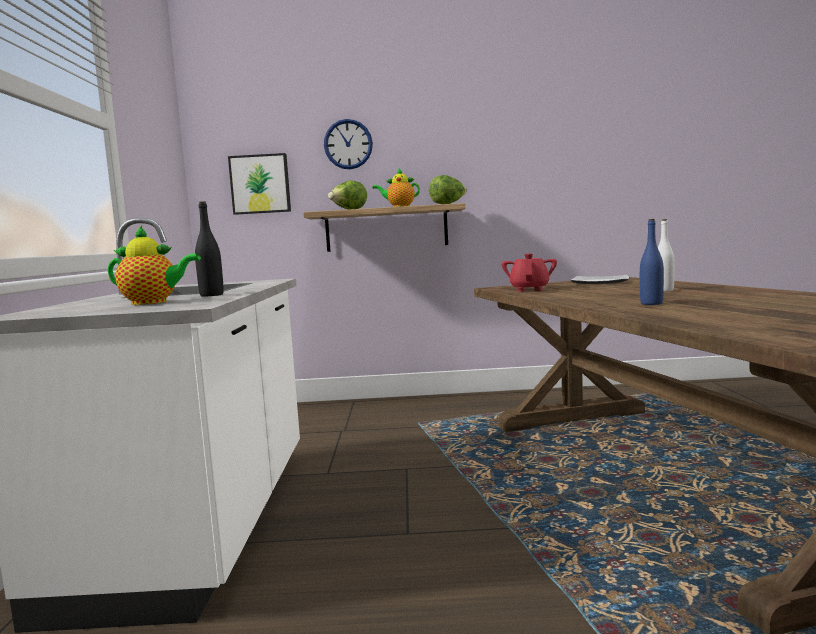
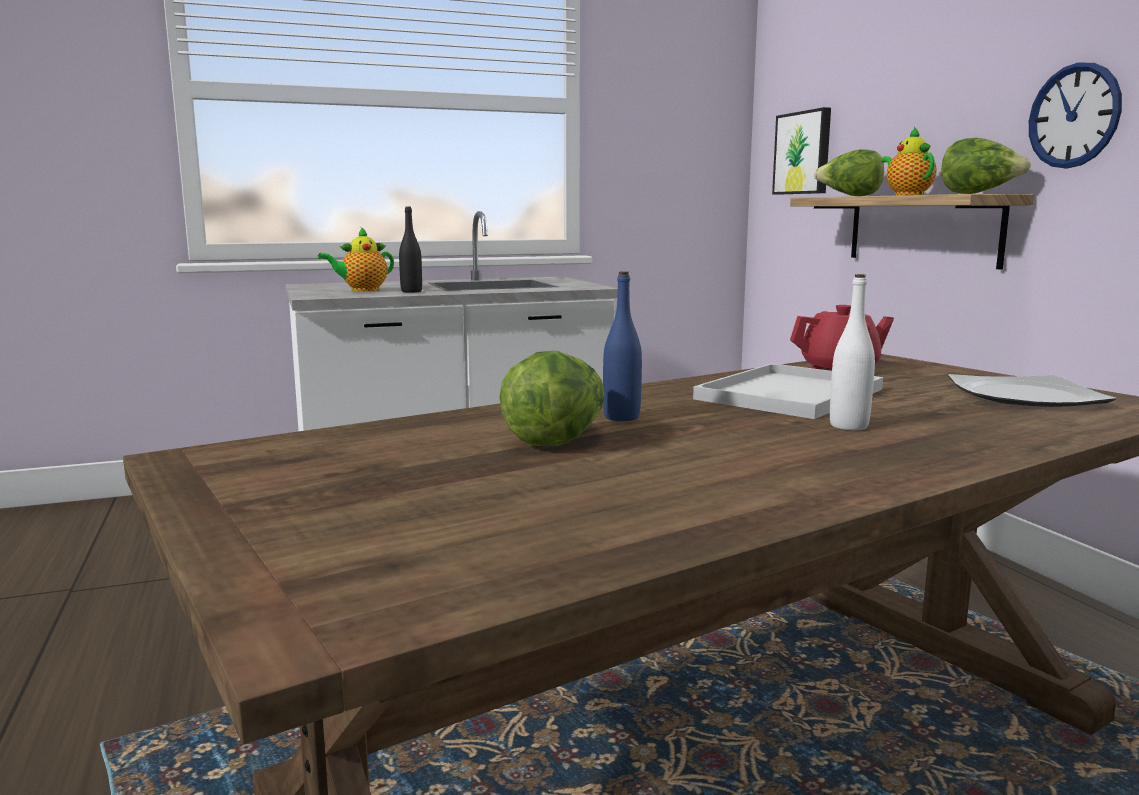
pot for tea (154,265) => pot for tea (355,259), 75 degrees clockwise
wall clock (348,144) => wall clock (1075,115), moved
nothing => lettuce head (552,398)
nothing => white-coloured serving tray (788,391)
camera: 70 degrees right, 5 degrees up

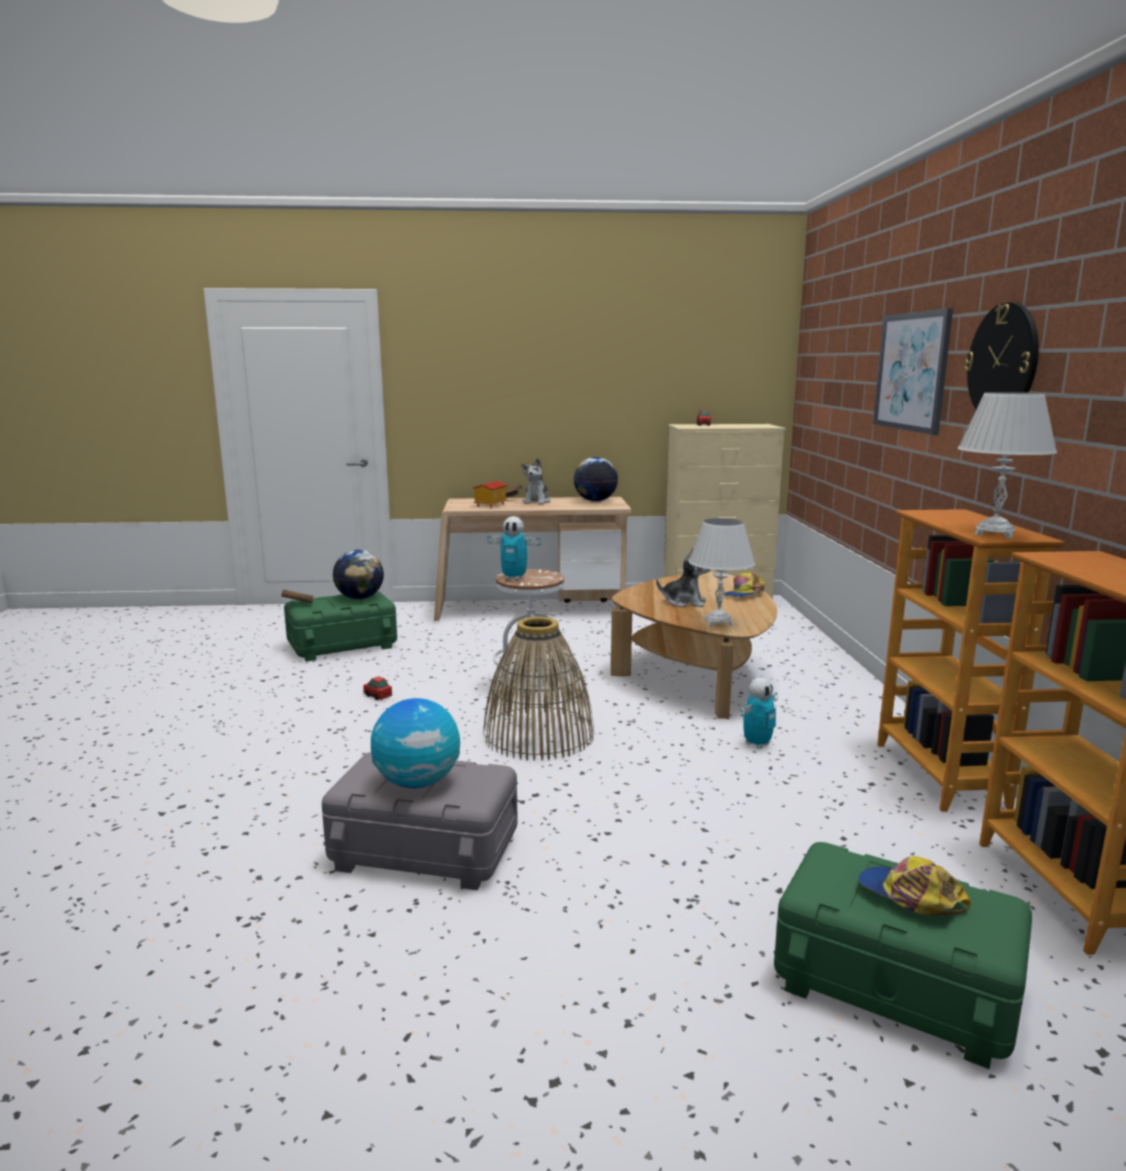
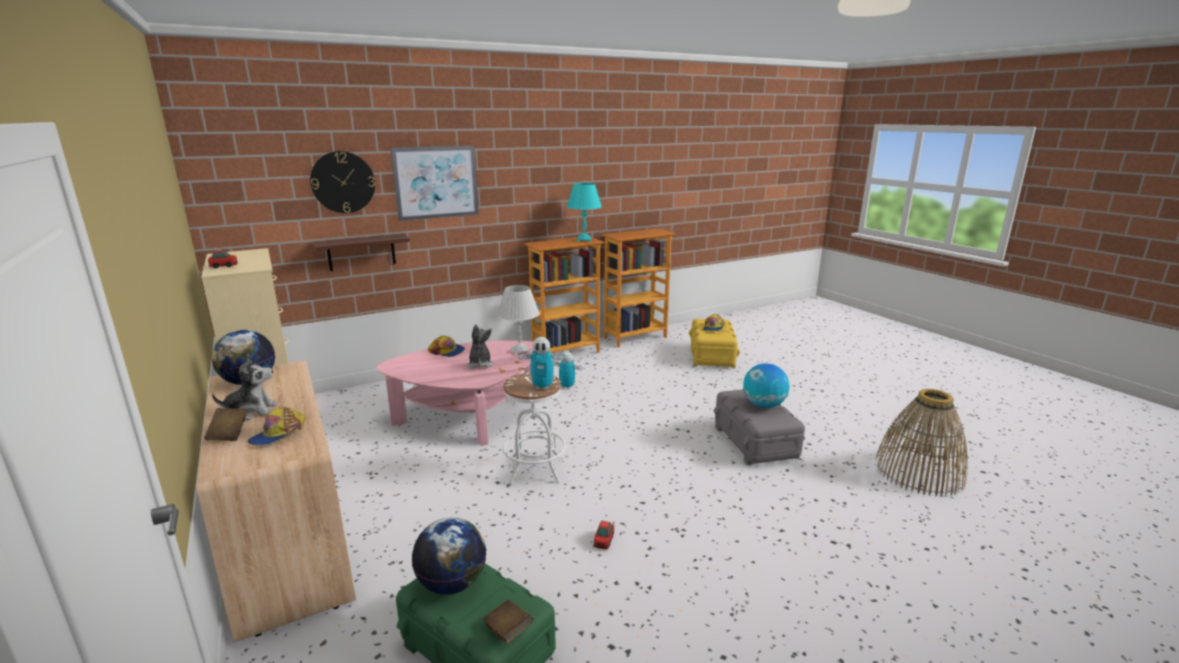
toy house (490,494) => baseball cap (277,425)
basket (538,689) => basket (921,443), moved
robot figure (513,548) => robot figure (542,363), 105 degrees clockwise
brown lounge table (694,645) => pinkish lounge table (455,393)
green-coloured storage container (903,955) => yellow-coloured storage container (714,343)
white-coloured lamp for a table (1007,465) => turquoise-coloured lamp for a table (584,212)
wall clock (1001,355) => wall clock (342,182), moved
nothing => shelf (361,252)
camera: 115 degrees left, 5 degrees up

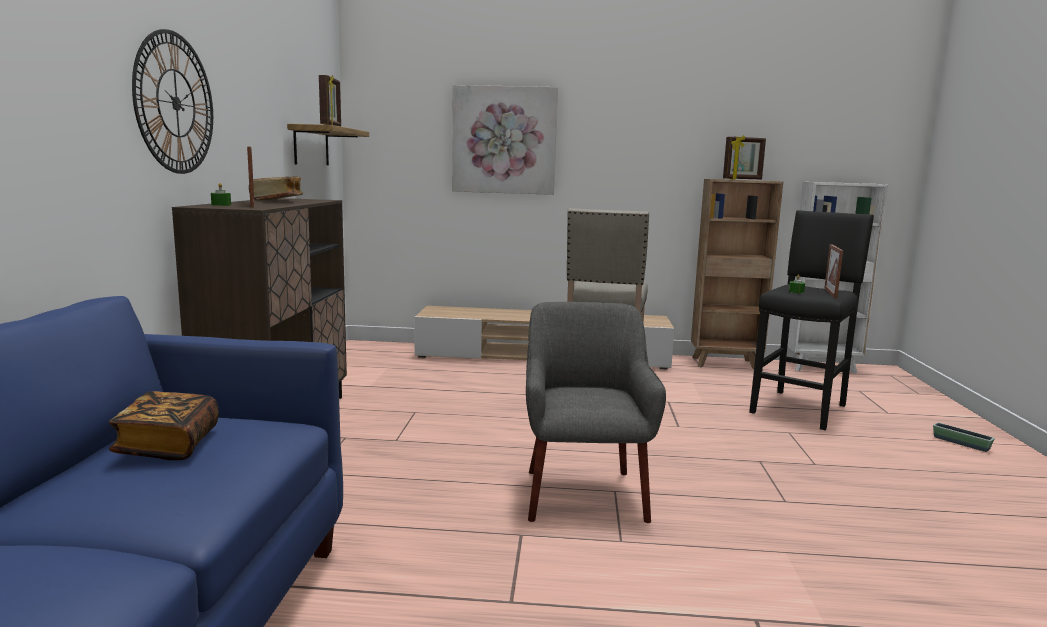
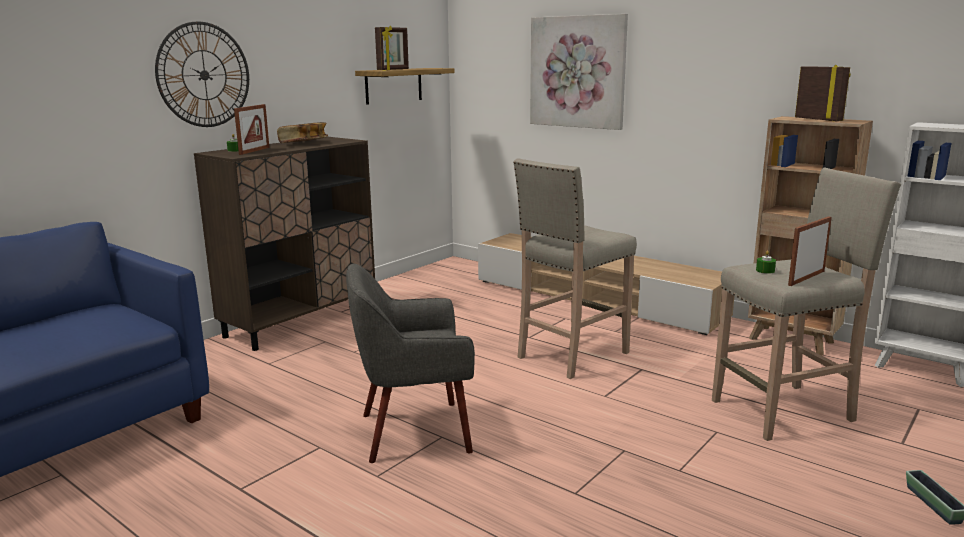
book (164,425) => nothing
grey armchair (596,412) => grey armchair (410,363), 135 degrees counterclockwise
photo frame (744,157) => photo frame (822,93), 135 degrees counterclockwise
black-coloured stool (811,320) => beige-coloured stool (806,304)
camera: 35 degrees right, 5 degrees up

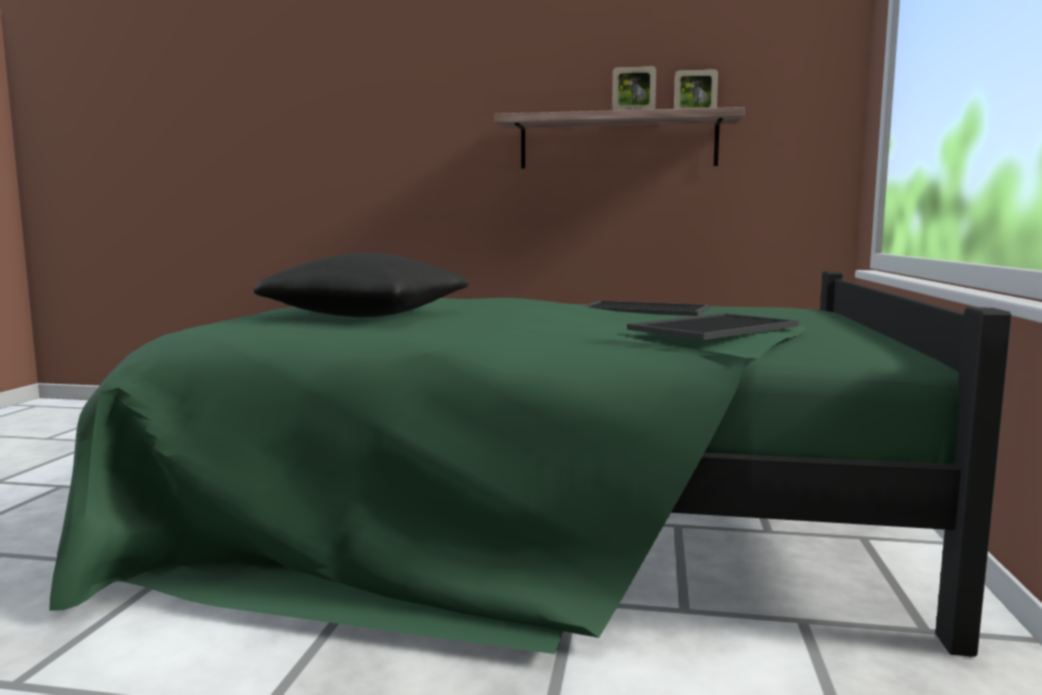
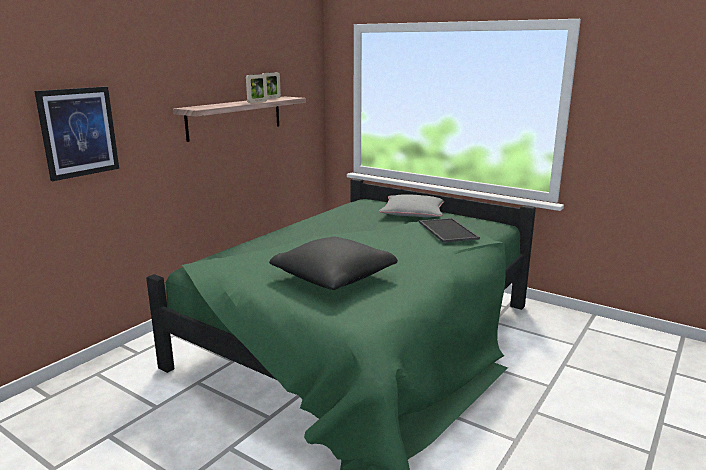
serving tray (646,308) => nothing
nothing => picture (76,133)
nothing => grey throw pillow (411,205)
camera: 65 degrees left, 10 degrees up

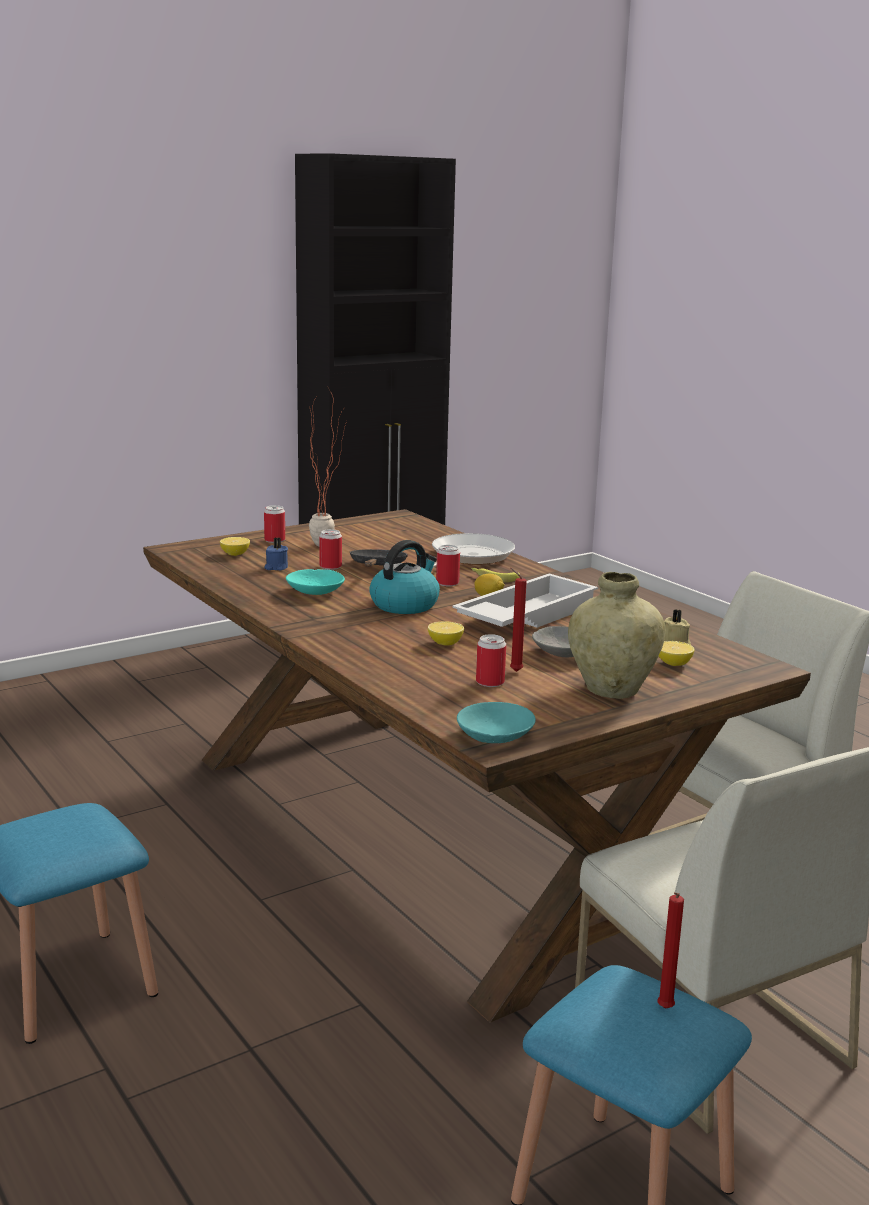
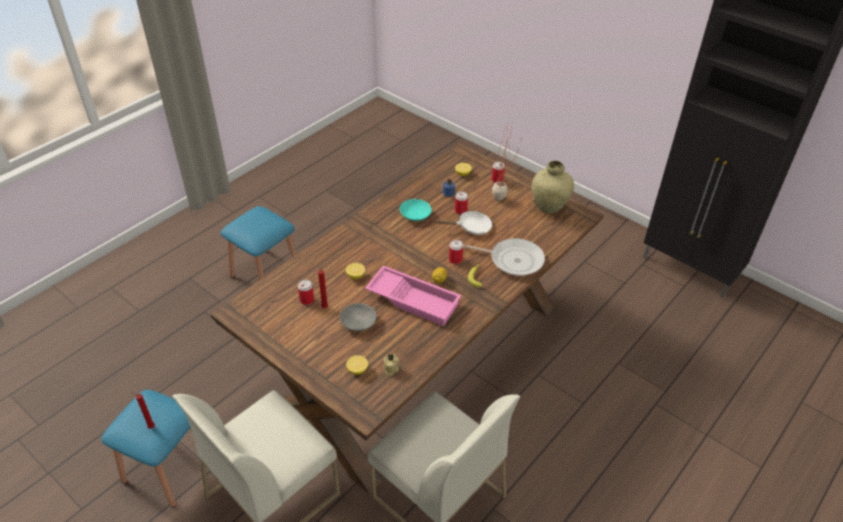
black-coloured frying pan (379,558) => white-coloured frying pan (463,223)
kettle (404,577) => nothing
white-coloured serving tray (525,601) => pinkish serving tray (413,296)
turquoise-coloured deep dish (496,722) => nothing
beige-coloured flower vase (616,635) => beige-coloured flower vase (552,187), moved
camera: 75 degrees right, 25 degrees up

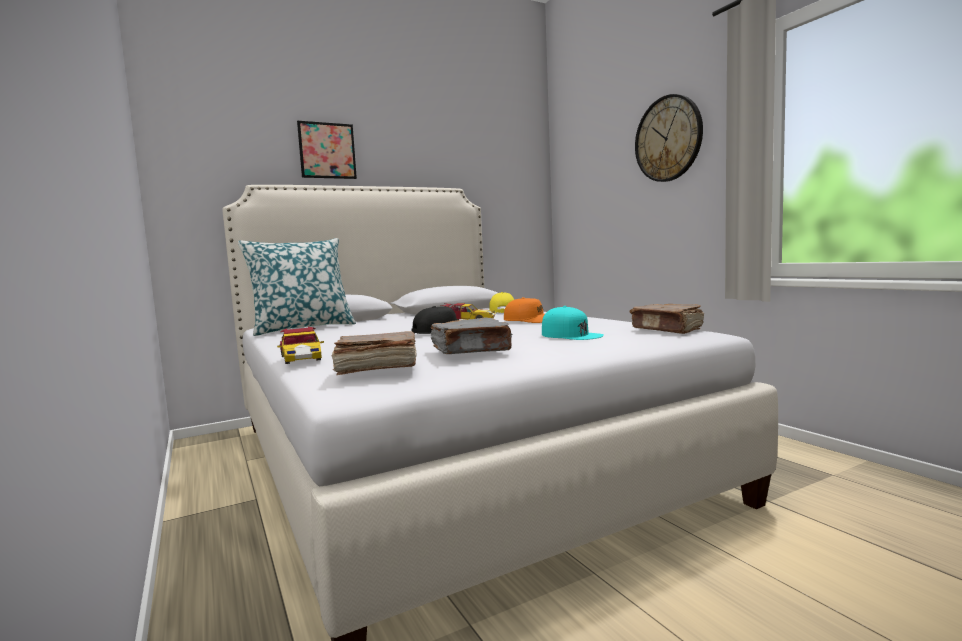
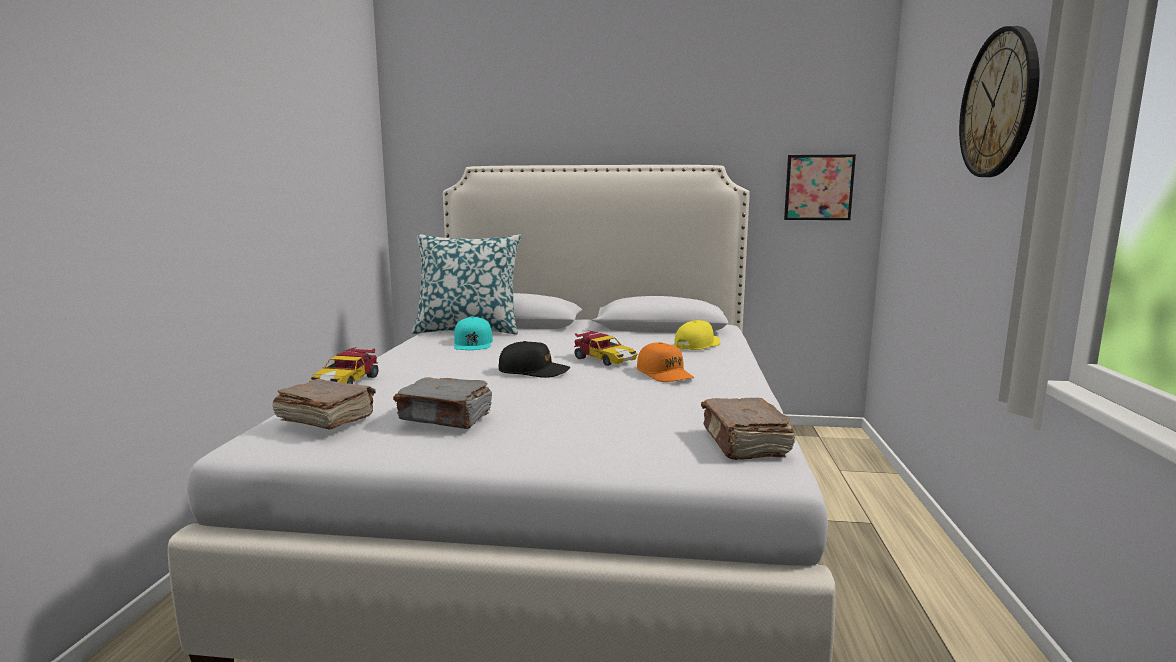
picture (327,150) => picture (820,187), moved
turquoise-coloured baseball cap (573,323) => turquoise-coloured baseball cap (473,333), moved
camera: 35 degrees right, 5 degrees up

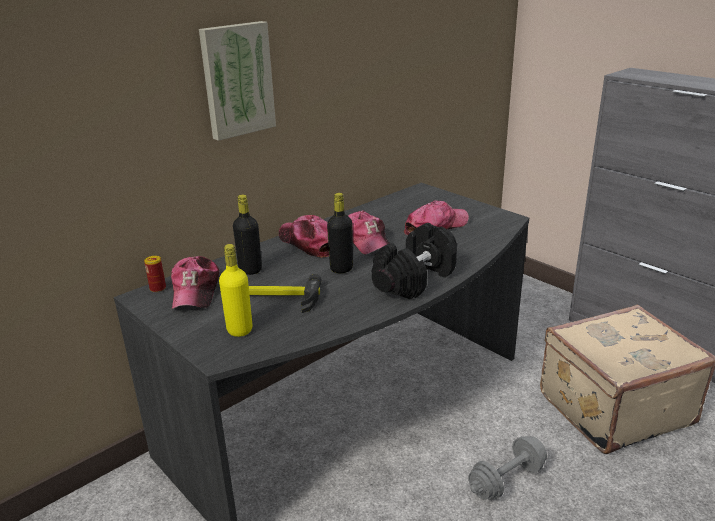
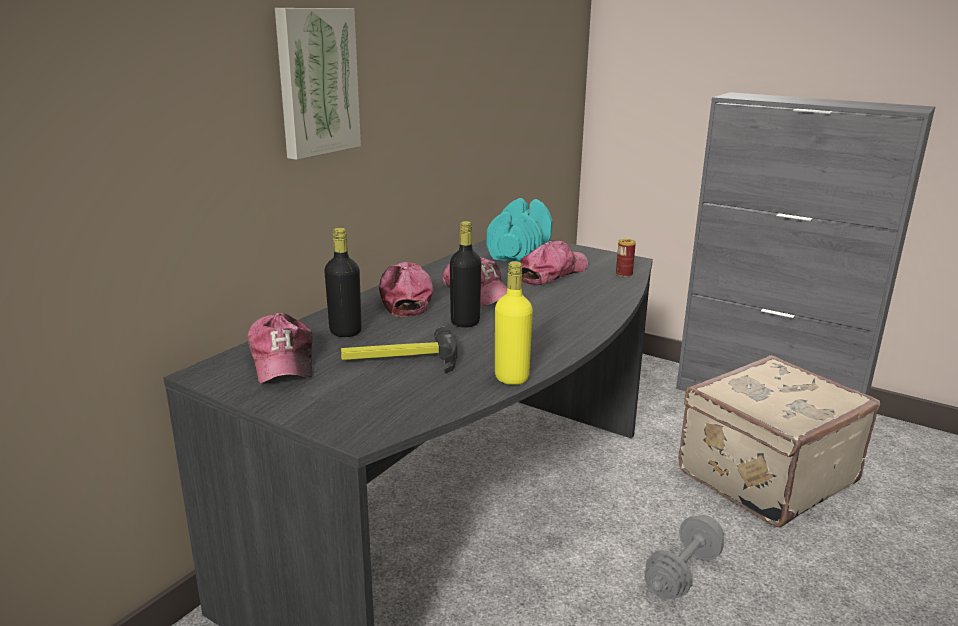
can (155,274) => can (626,258), moved
yellow-coloured bottle (235,290) => yellow-coloured bottle (514,323), moved
baseball cap (304,236) => baseball cap (406,289), 45 degrees clockwise
black-coloured free weight (414,261) => nothing
nothing => turquoise-coloured free weight (519,230)
camera: 15 degrees left, 5 degrees down

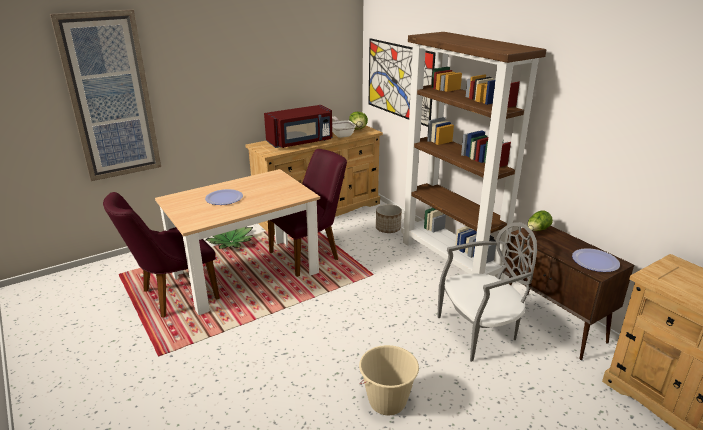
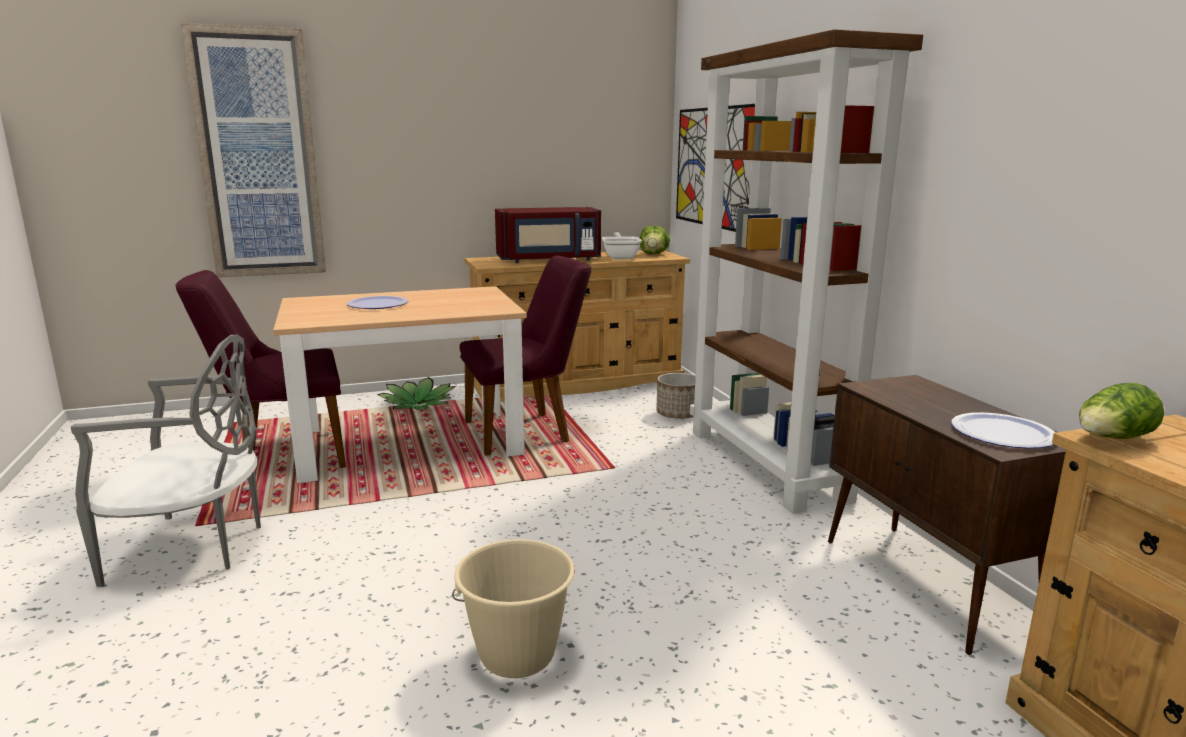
grey upright chair (487,292) => grey upright chair (166,461), moved
lettuce head (540,221) => lettuce head (1121,411), moved
camera: 15 degrees right, 10 degrees down

